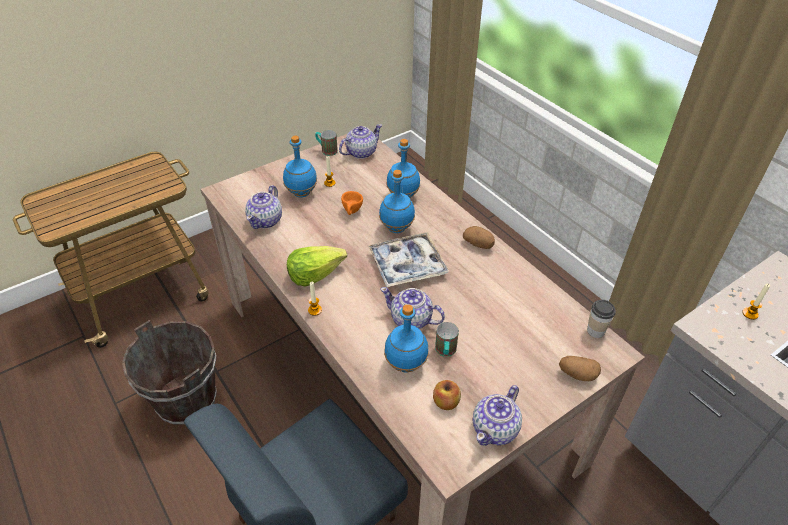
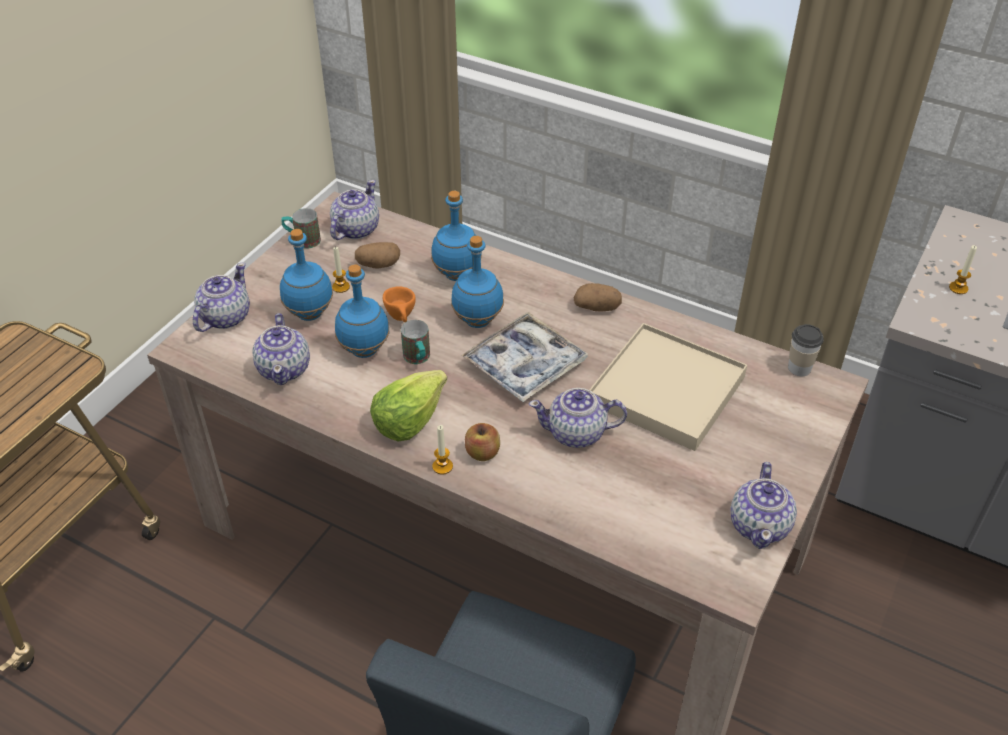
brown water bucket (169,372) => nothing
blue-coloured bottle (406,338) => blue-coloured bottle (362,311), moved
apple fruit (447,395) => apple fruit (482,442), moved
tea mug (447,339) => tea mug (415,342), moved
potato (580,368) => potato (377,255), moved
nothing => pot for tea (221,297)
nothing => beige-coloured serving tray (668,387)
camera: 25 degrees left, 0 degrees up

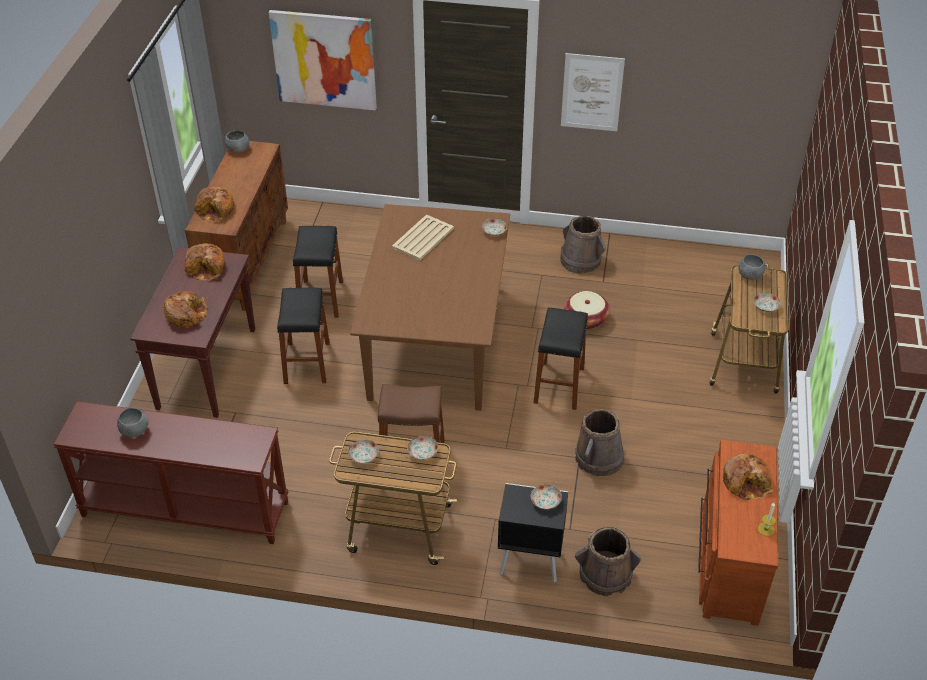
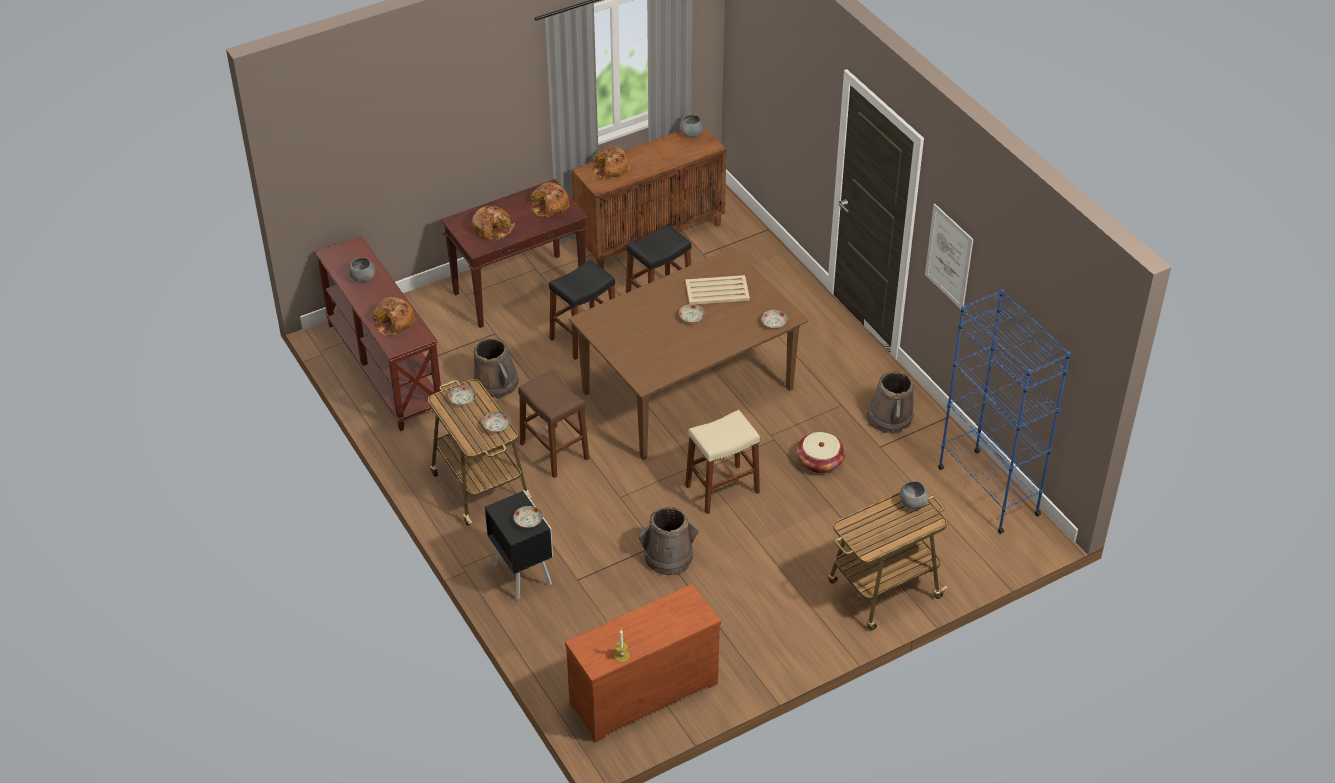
picture (323,60) => nothing
black-coloured stool (561,359) => beige-coloured stool (722,462)
brown water bucket (608,561) => brown water bucket (496,368), moved
bakery bread (748,476) => bakery bread (393,316), moved
plate (767,302) => plate (692,313), moved
nothing => blue-coloured bookshelf (1004,411)
camera: 50 degrees right, 0 degrees up

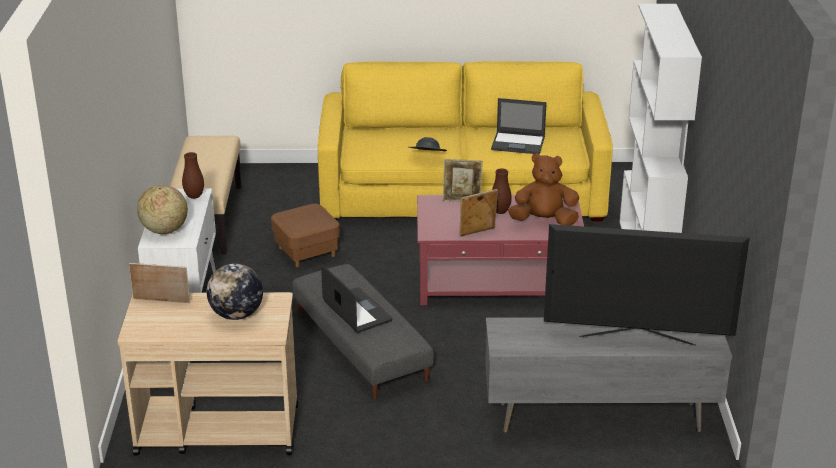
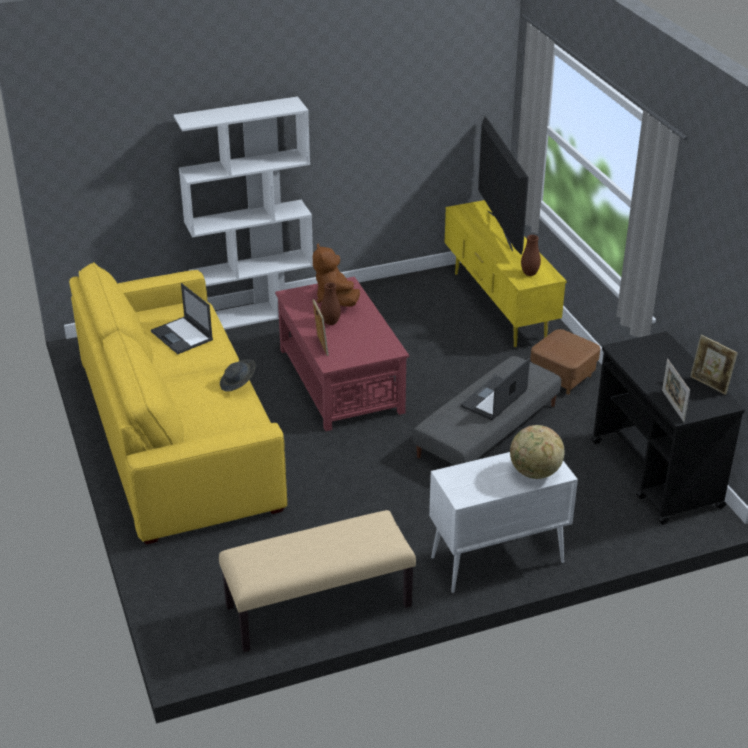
beige-coloured wheeled cart (207,374) => black-coloured wheeled cart (668,428)
brown flower vase (193,175) => brown flower vase (531,255), moved
world globe (235,291) => nothing
brown ottoman (305,235) => brown ottoman (565,361), moved
photo frame (478,213) => photo frame (714,365), moved
grey tv unit (608,375) => yellow-coloured tv unit (506,273)
portable computer (519,126) => portable computer (182,318), 150 degrees clockwise
camera: 110 degrees left, 5 degrees up

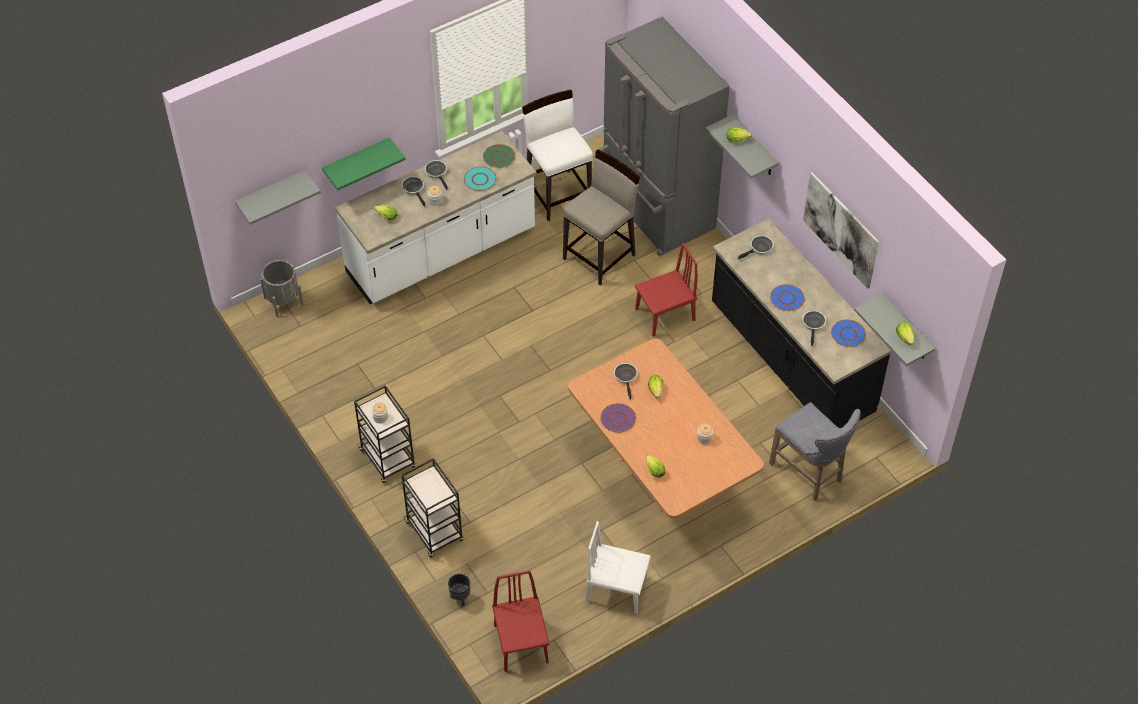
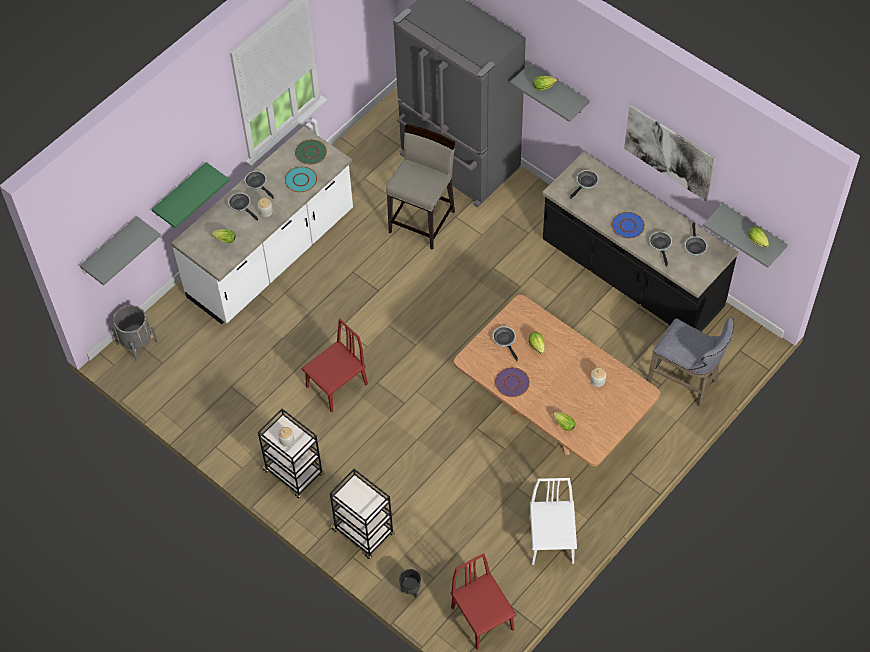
white-coloured stool (557,155) => nothing
white-coloured upright chair (618,567) => white-coloured upright chair (553,521), 90 degrees clockwise
reddish upright chair (666,290) => reddish upright chair (335,365), moved
blue-coloured plate (848,333) => frying pan (695,239)
camera: 15 degrees left, 5 degrees up

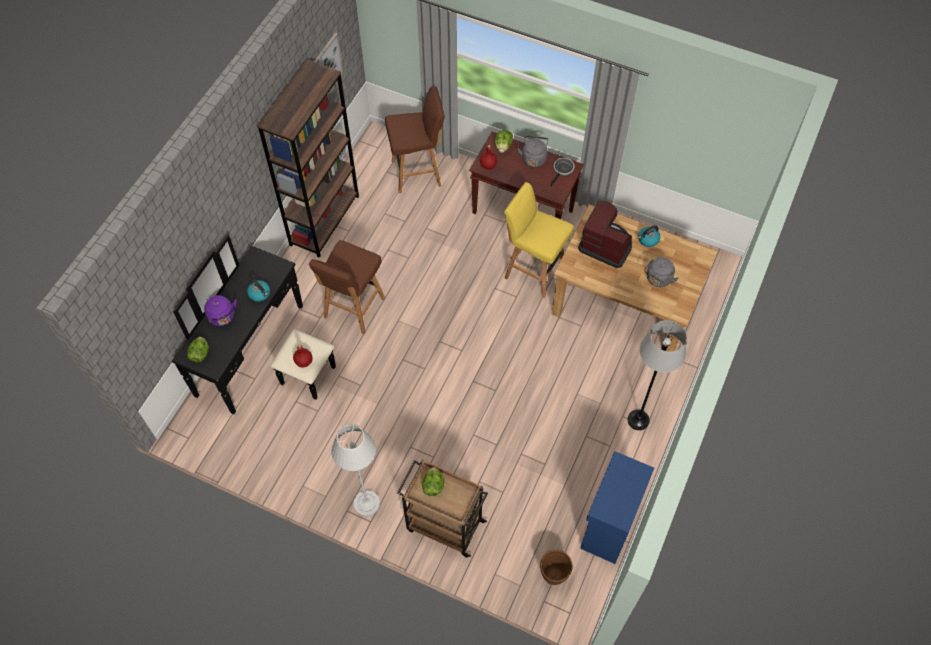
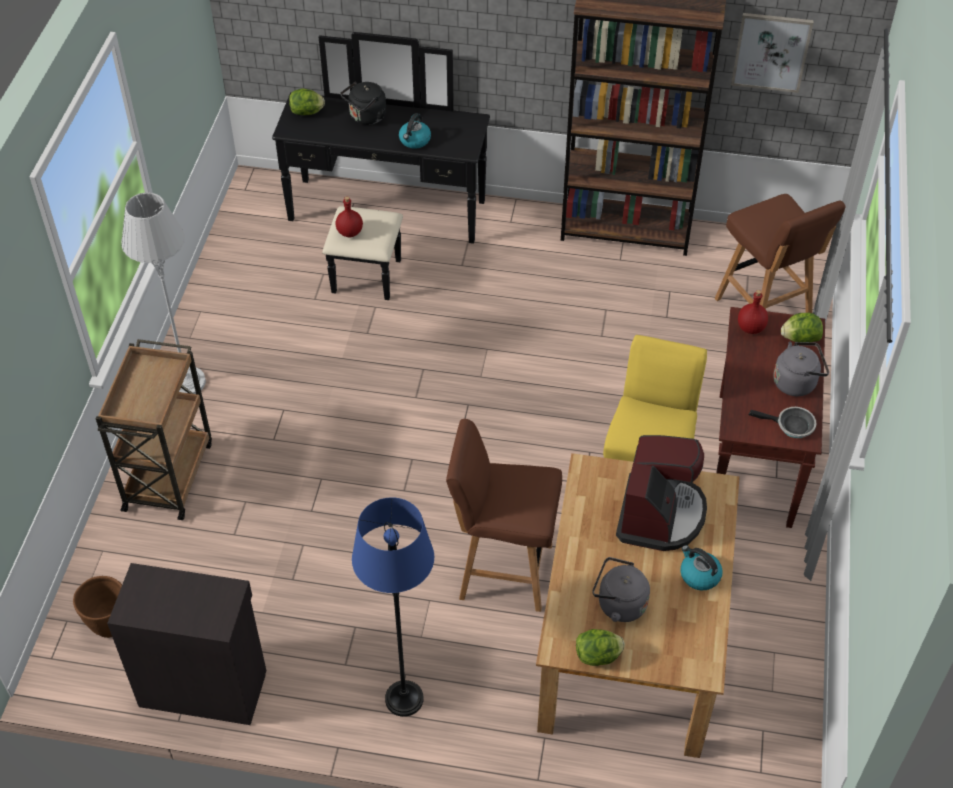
purplish kettle (220,310) => black-coloured kettle (363,103)
brown stool (347,287) => brown stool (504,515), moved
lettuce head (433,482) => lettuce head (600,647), moved
blue-coloured cupboard (617,507) => black-coloured cupboard (187,644)
grey floor lamp (657,375) => blue-coloured floor lamp (393,607)
camera: 75 degrees right, 10 degrees down

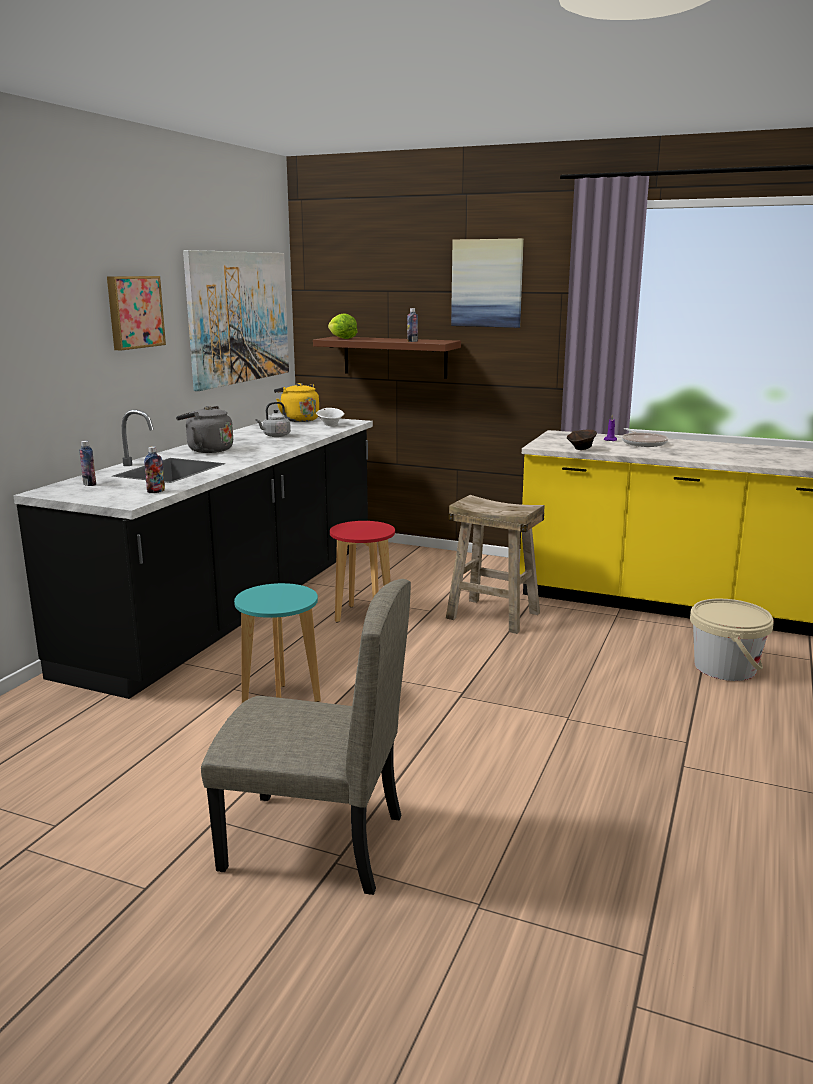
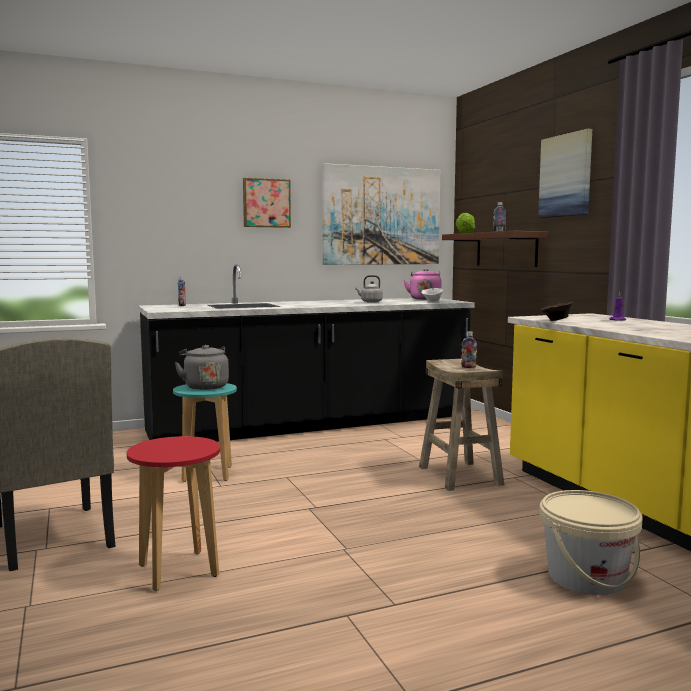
bottle (154,469) => bottle (469,350), moved
grey kettle (204,429) => grey kettle (202,367), moved
yellow-coloured kettle (296,402) => pinkish kettle (422,284)
reddish stool (362,571) => reddish stool (173,513), moved
frying pan (645,437) => nothing
camera: 45 degrees right, 10 degrees down

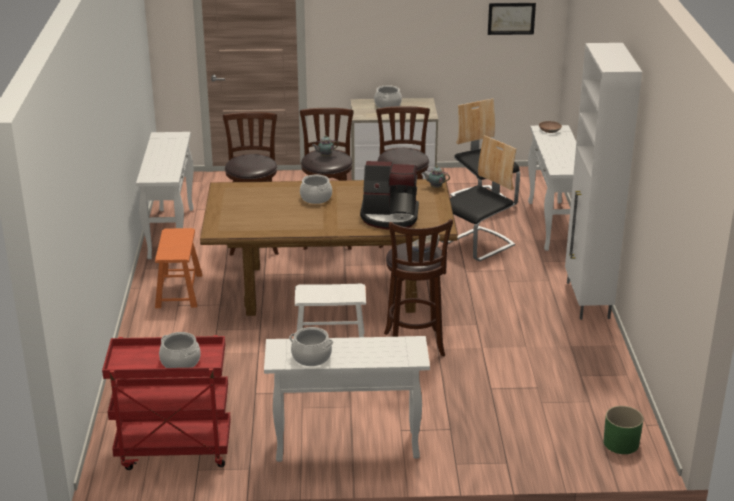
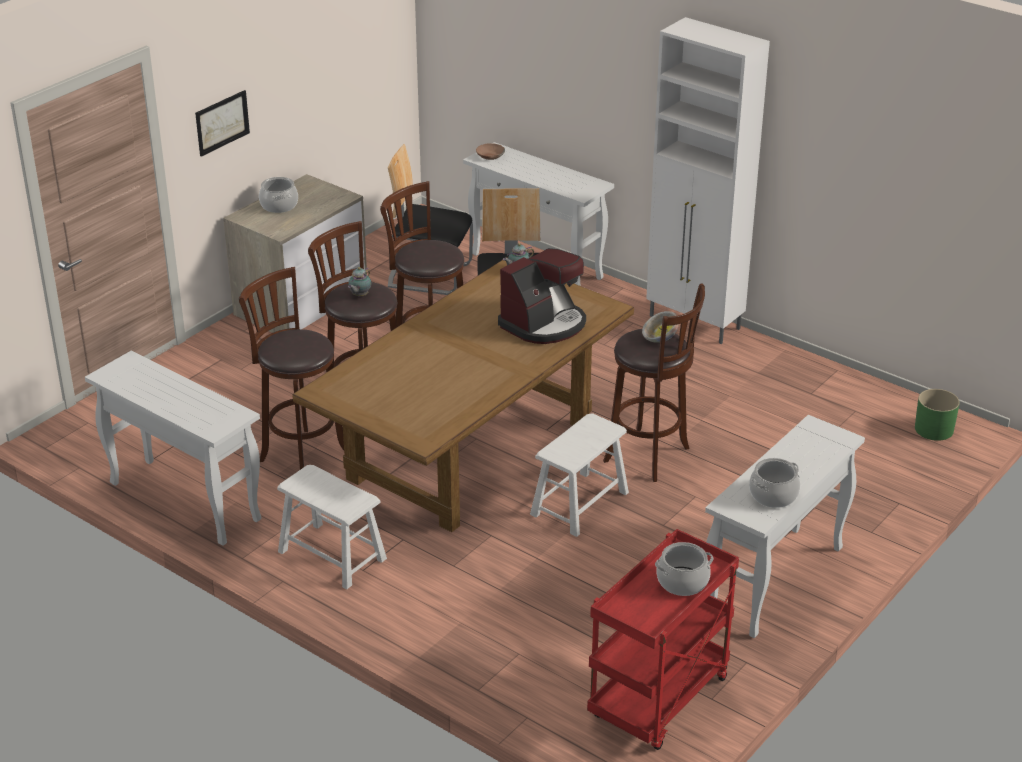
orangey stool (178,268) => white-coloured stool (332,527)
stockpot (316,189) => nothing
picture (512,19) => picture (222,123), moved
camera: 50 degrees left, 5 degrees up

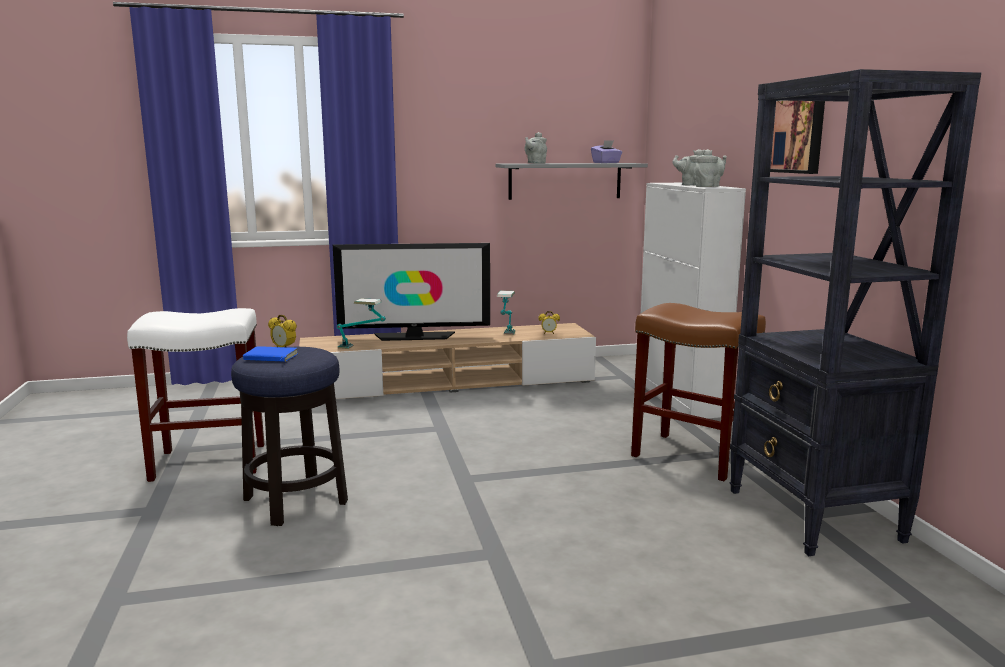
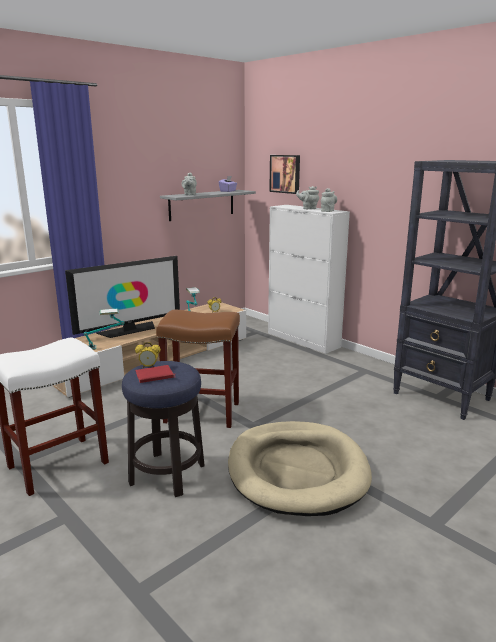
blue-coloured book (271,354) => reddish book (155,374)
brown stool (698,392) => brown stool (198,369), moved
picture (797,137) => picture (284,174), moved
nothing => beige-coloured dog cushion (300,468)
camera: 30 degrees left, 5 degrees up

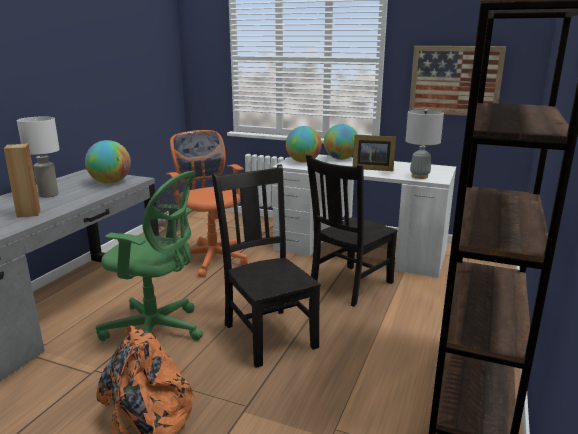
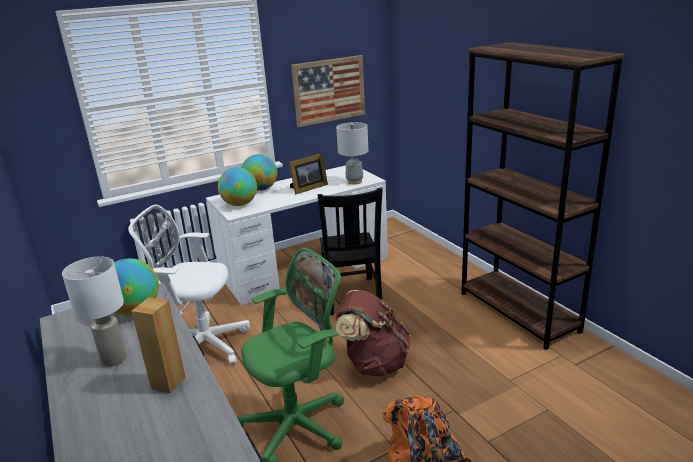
orangey desk chair (207,204) => white-coloured desk chair (189,285)
black-coloured upright chair (266,266) => brown knapsack (373,333)
camera: 50 degrees left, 5 degrees up

